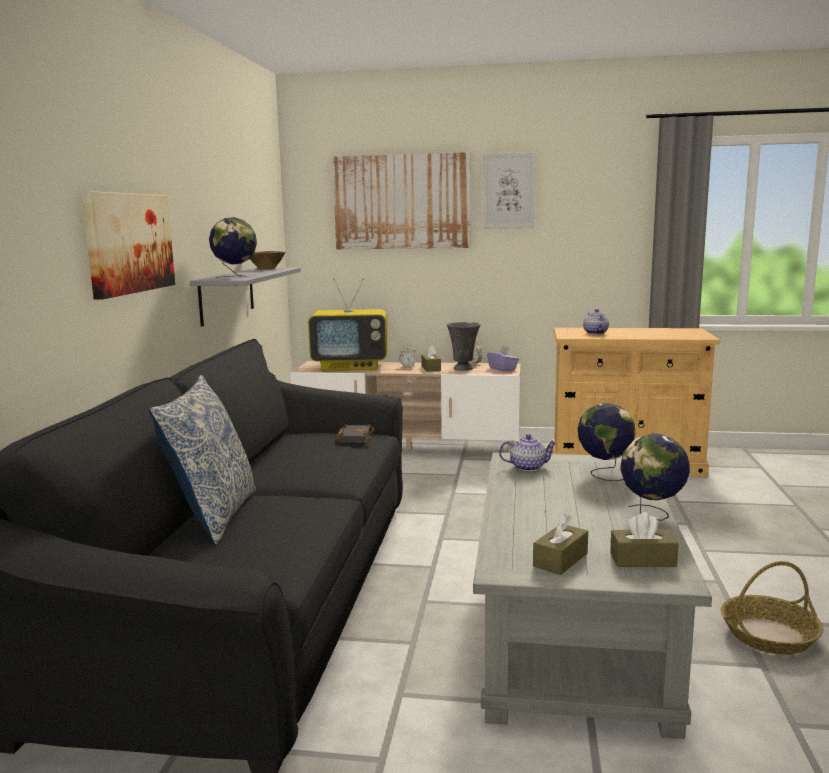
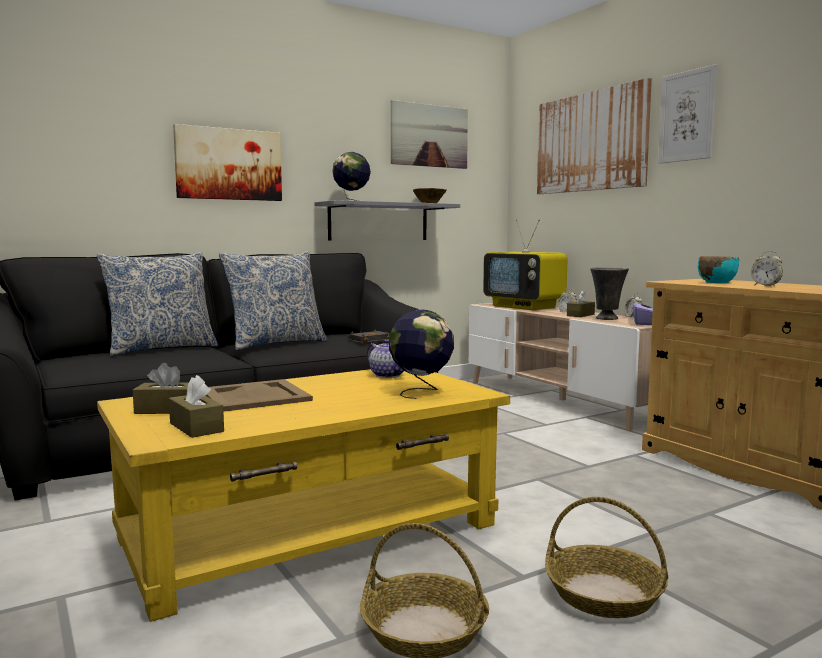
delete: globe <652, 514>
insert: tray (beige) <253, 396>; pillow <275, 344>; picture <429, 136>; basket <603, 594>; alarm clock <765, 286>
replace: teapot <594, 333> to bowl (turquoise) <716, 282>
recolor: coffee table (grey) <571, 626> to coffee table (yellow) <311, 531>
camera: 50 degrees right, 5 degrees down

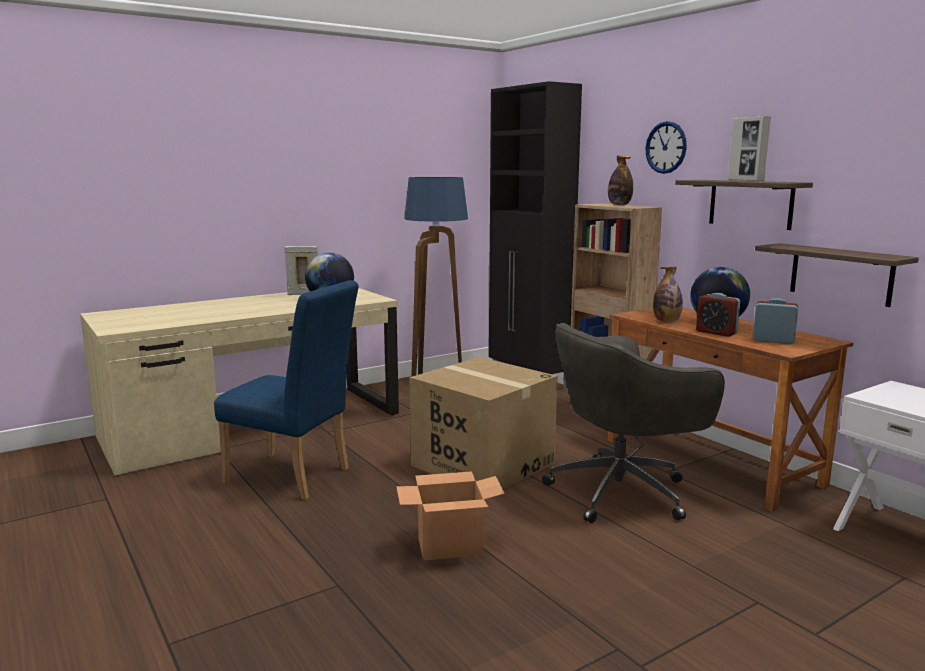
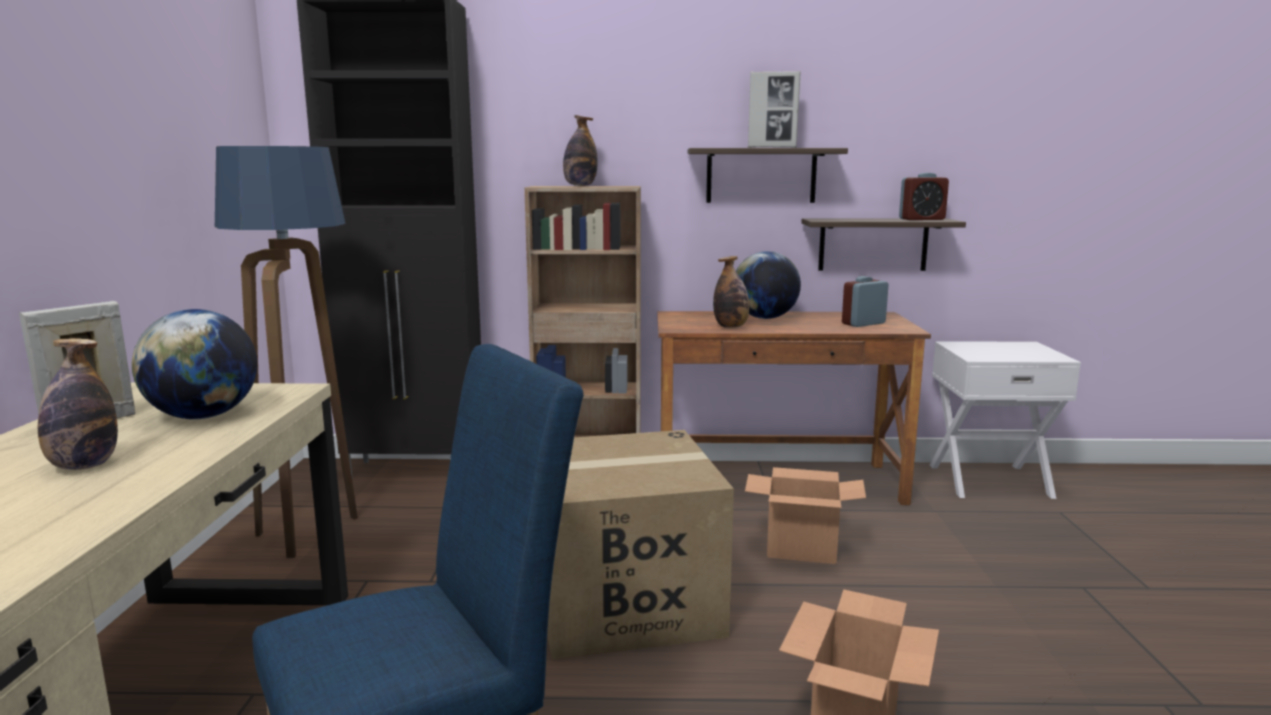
delete: wall clock <666, 147>
insert: bottle <83, 466>
move: alarm clock <716, 332> to <921, 219>
replace: office chair (grey) <622, 491> to cardboard box <800, 549>
camera: 55 degrees left, 0 degrees up

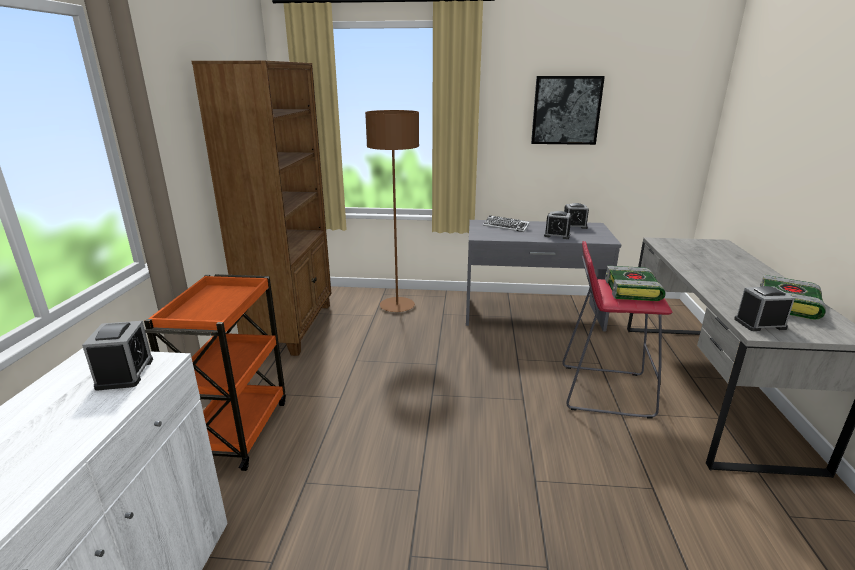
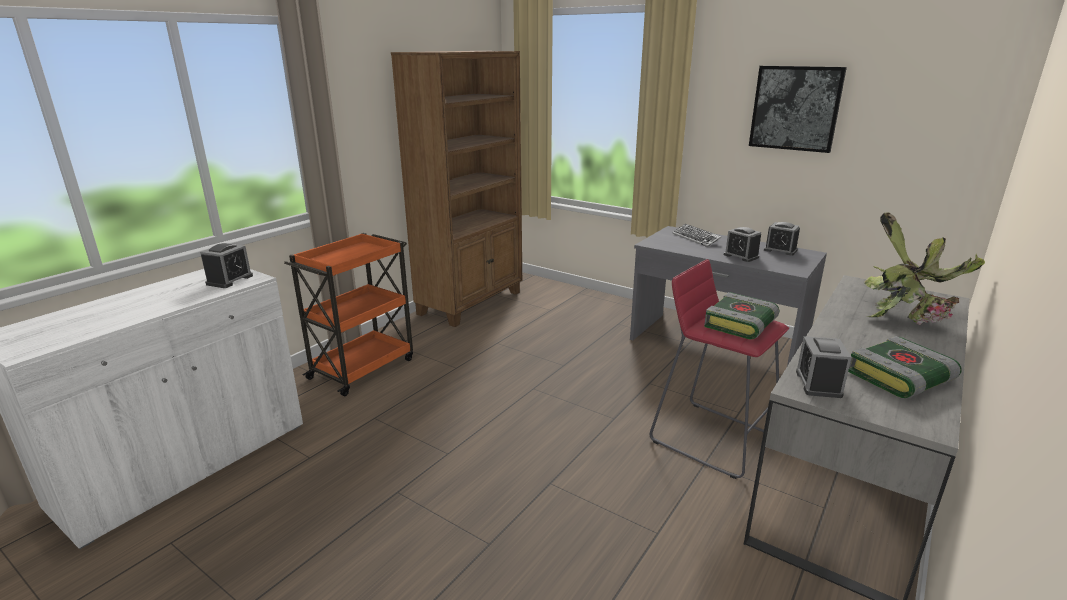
delete: floor lamp (brown) <397, 306>
insert: potted plant <909, 316>
rotate: alarm clock <760, 324> = <818, 384> 105 degrees counterclockwise
camera: 30 degrees right, 0 degrees up

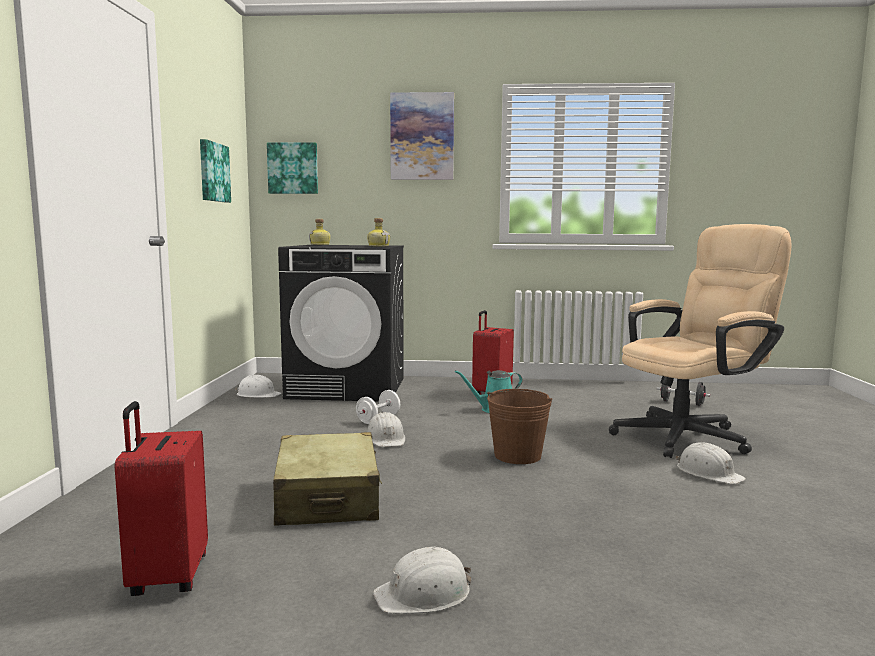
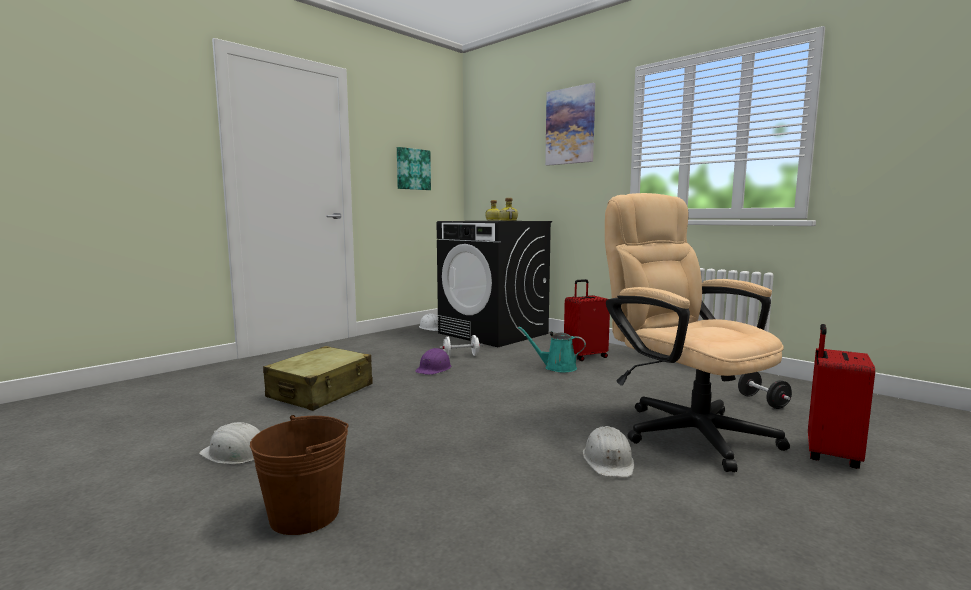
delete: picture <293, 168>
move: bucket (brown) <517, 455> to <305, 515>; suitcase (red) <167, 577> to <830, 454>
recolor: hard hat (white) <386, 438> to hard hat (purple) <434, 369>
rotate: office chair (beige) <690, 435> = <684, 429> 135 degrees counterclockwise
camera: 40 degrees right, 0 degrees up

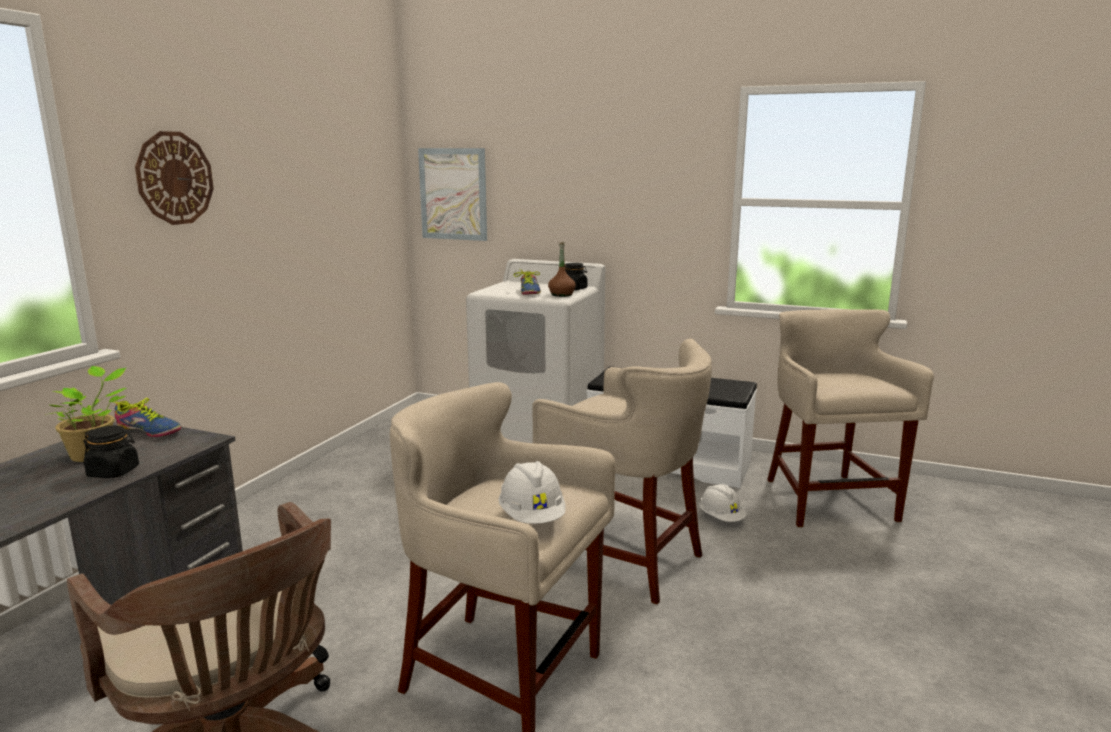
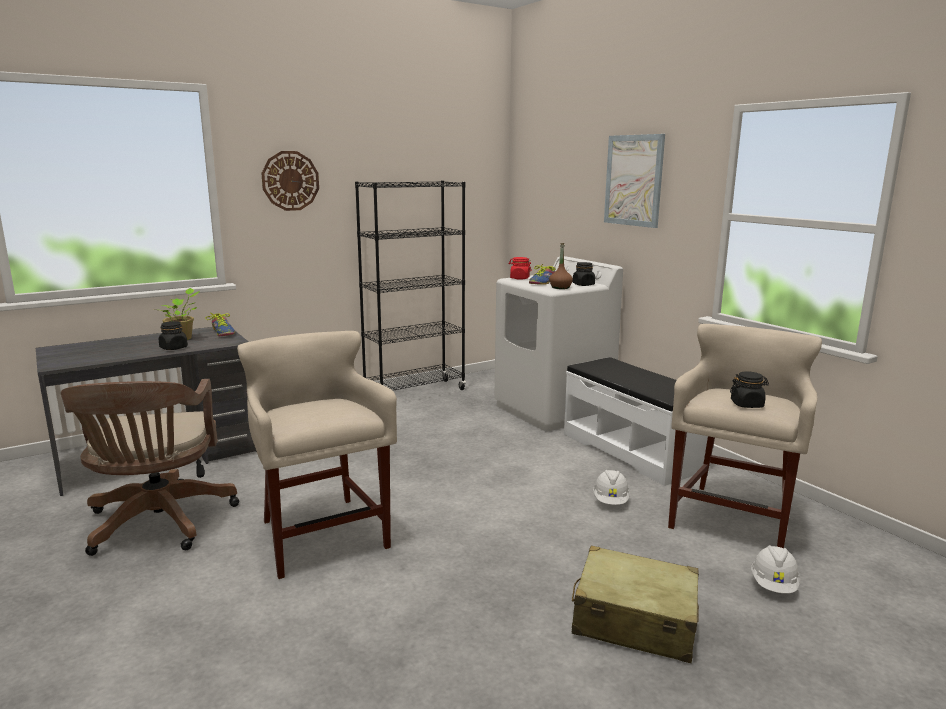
delete: stool (beige) <624, 558>
insert: bookcase (black) <415, 393>; jar (red) <519, 278>; suitcase (beige) <634, 620>; jar (black) <747, 404>
move: picture <453, 194> to <633, 180>; hard hat (white) <532, 517> to <774, 585>
camera: 35 degrees right, 0 degrees up

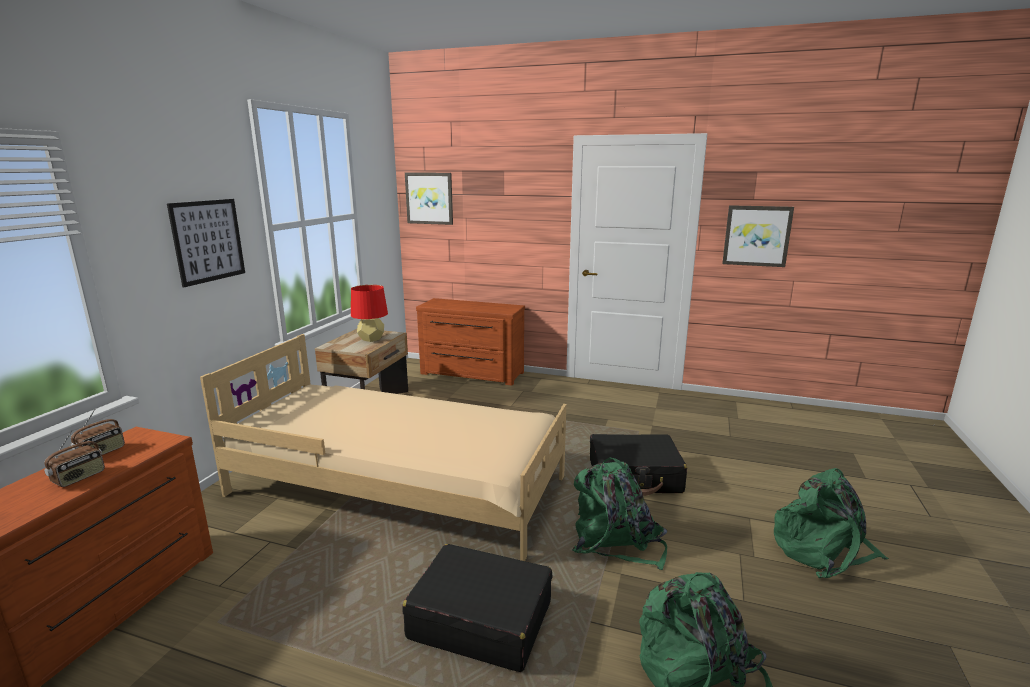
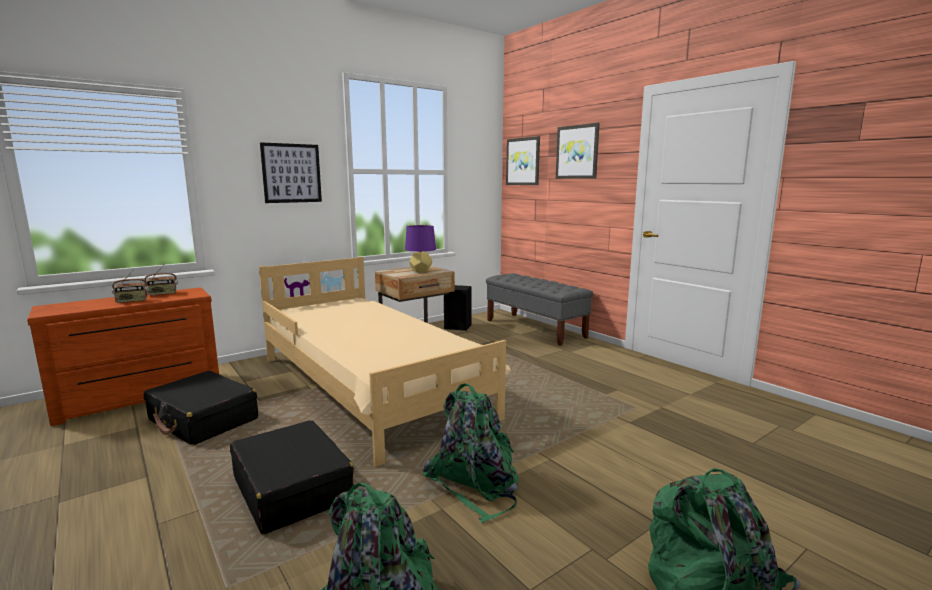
move: suitcase (black) <634, 476> to <203, 420>; picture <756, 236> to <577, 152>
replace: dresser (brown) <471, 374> to bench (grey) <535, 328>
recolor: table lamp (red) <371, 339> to table lamp (purple) <420, 271>
camera: 35 degrees right, 5 degrees down

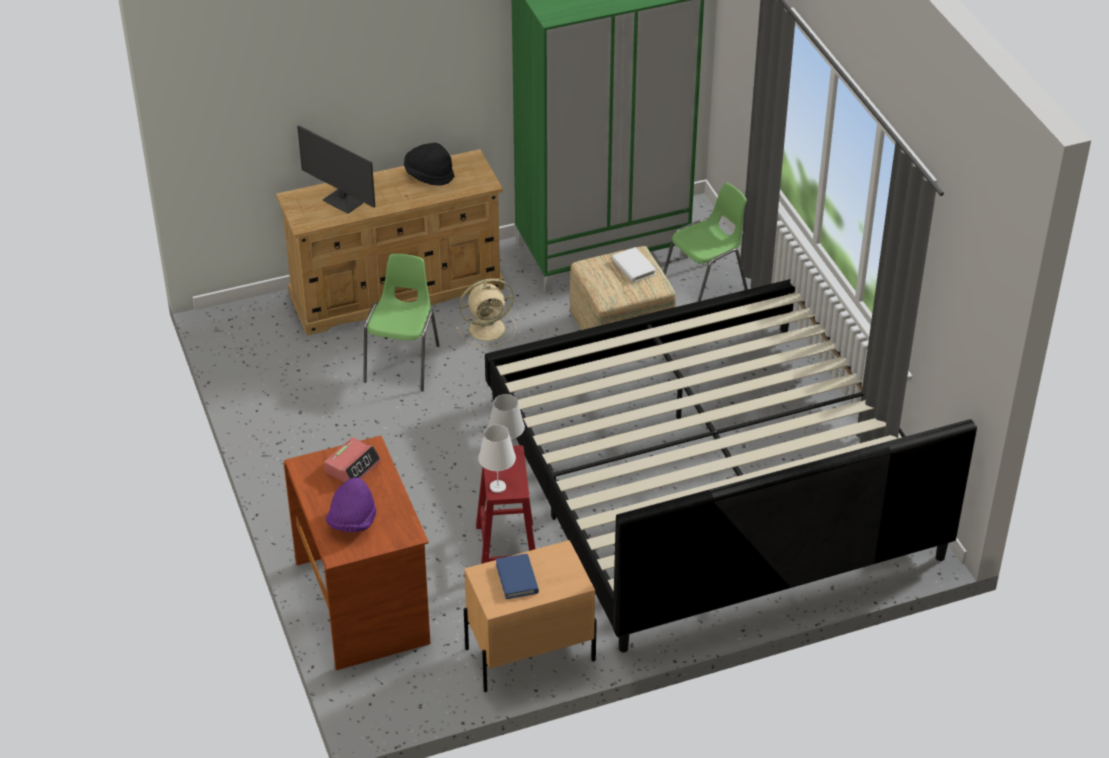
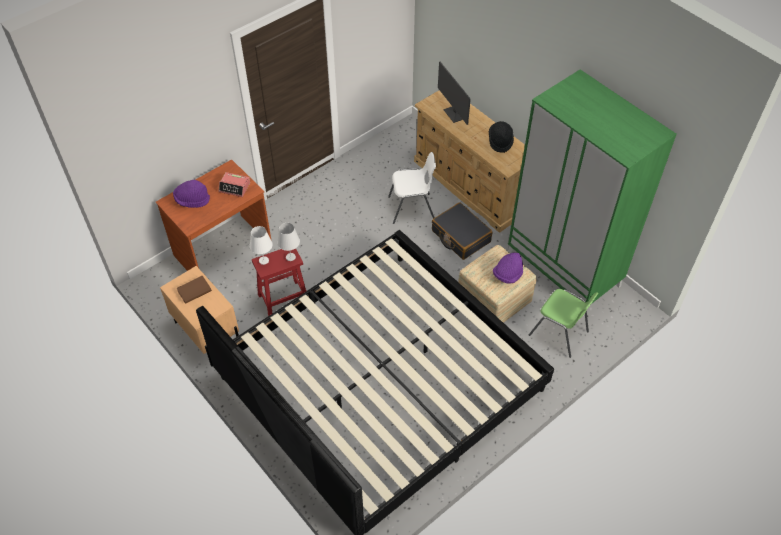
replace: fan (beige) <489, 328> to suitcase (black) <460, 236>; book (white) <633, 267> to hat (purple) <507, 275>
recolor: book (blue) <517, 578> to book (brown) <194, 291>; chair (green) <403, 363> to chair (white) <412, 208>
rotate: monitor <344, 201> = <455, 114> 45 degrees counterclockwise
camera: 70 degrees right, 10 degrees up

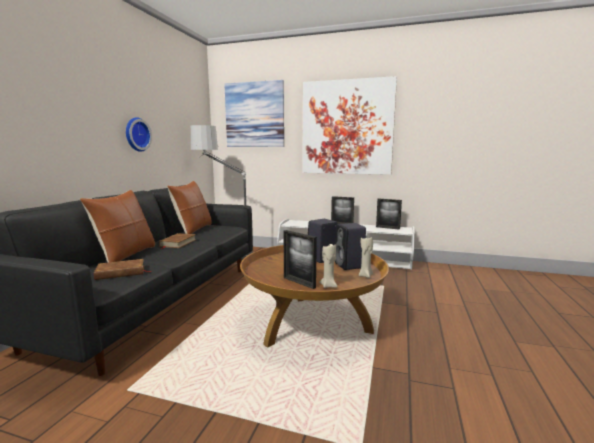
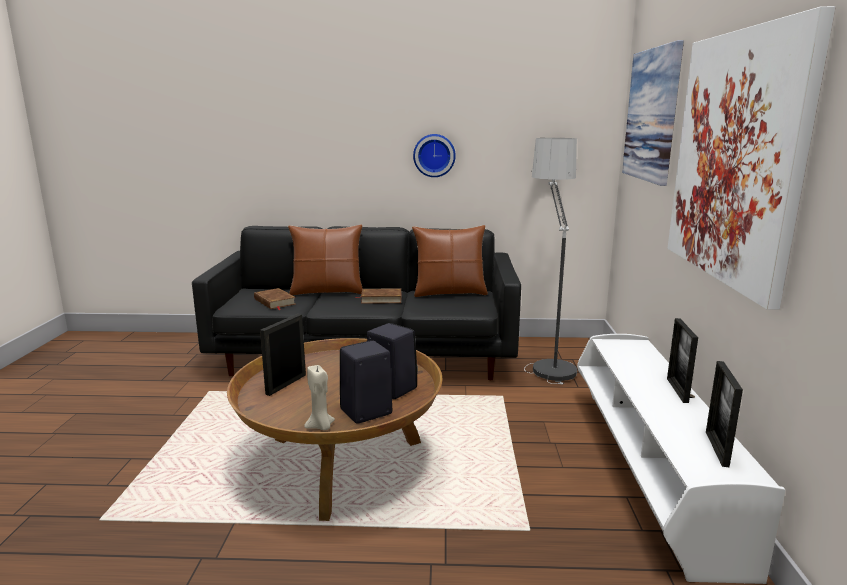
delete: candle (beige) <328, 286>
camera: 75 degrees right, 5 degrees up

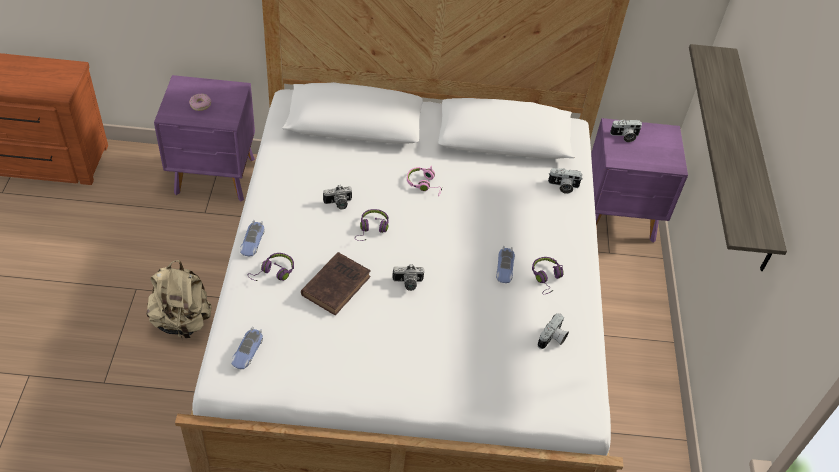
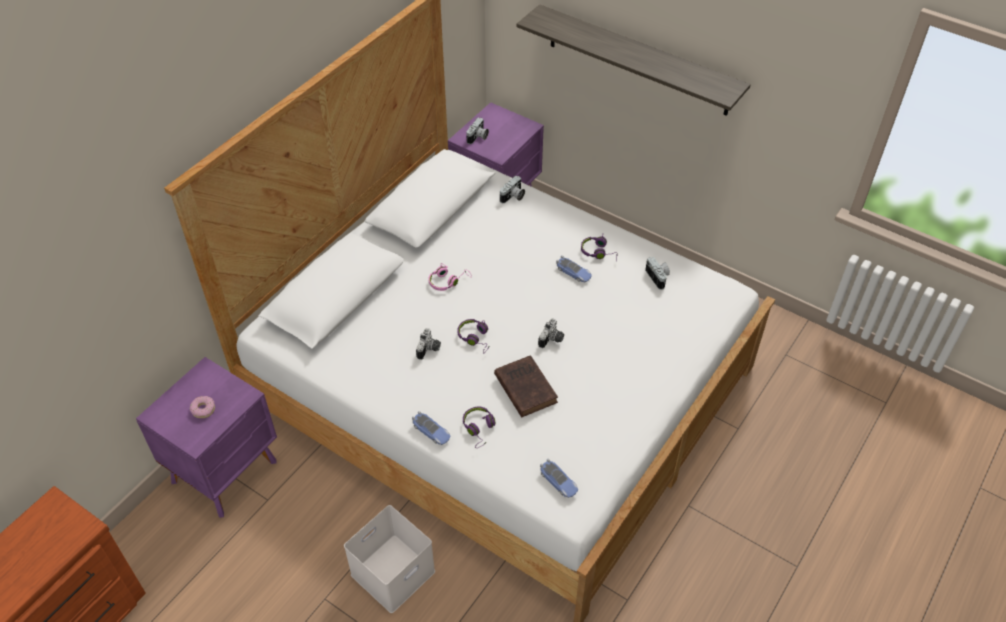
replace: backpack (beige) <182, 321> to storage box (white) <393, 571>
camera: 55 degrees left, 0 degrees up

